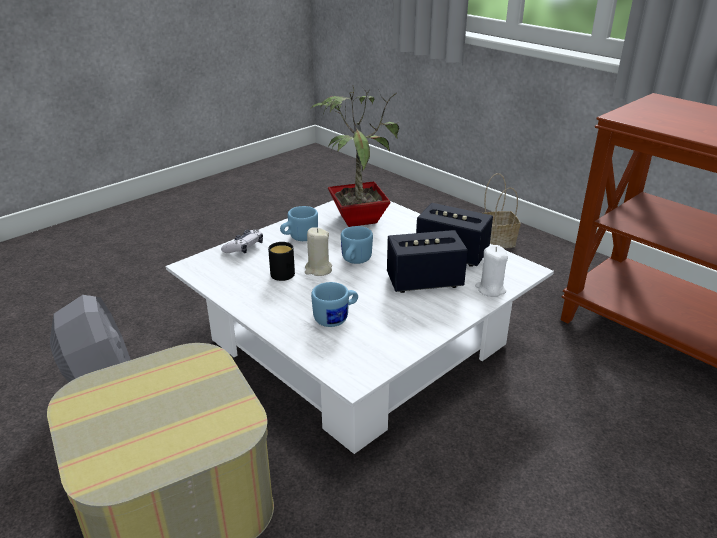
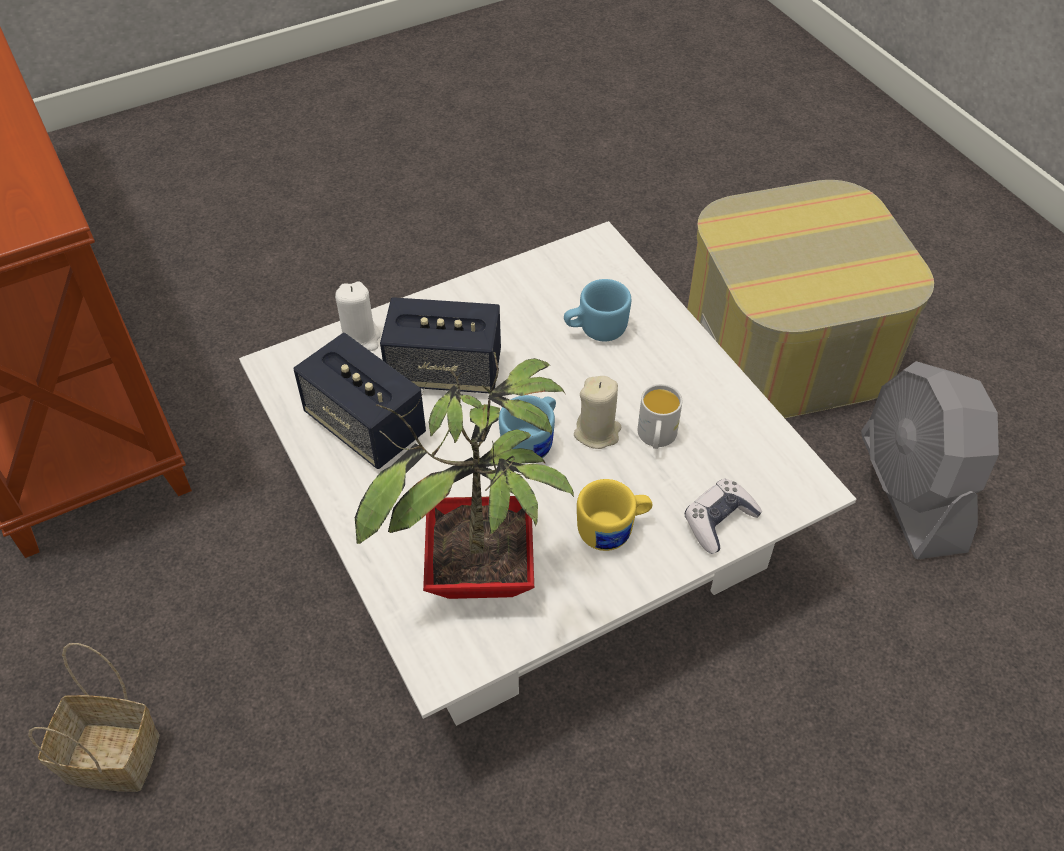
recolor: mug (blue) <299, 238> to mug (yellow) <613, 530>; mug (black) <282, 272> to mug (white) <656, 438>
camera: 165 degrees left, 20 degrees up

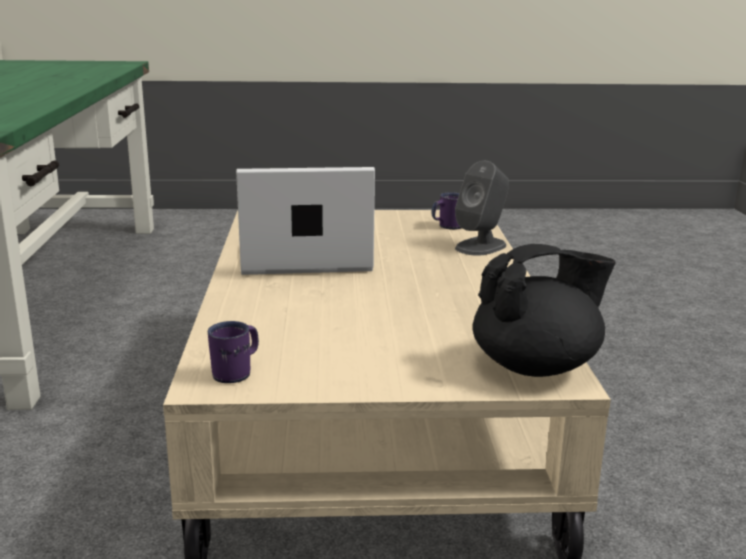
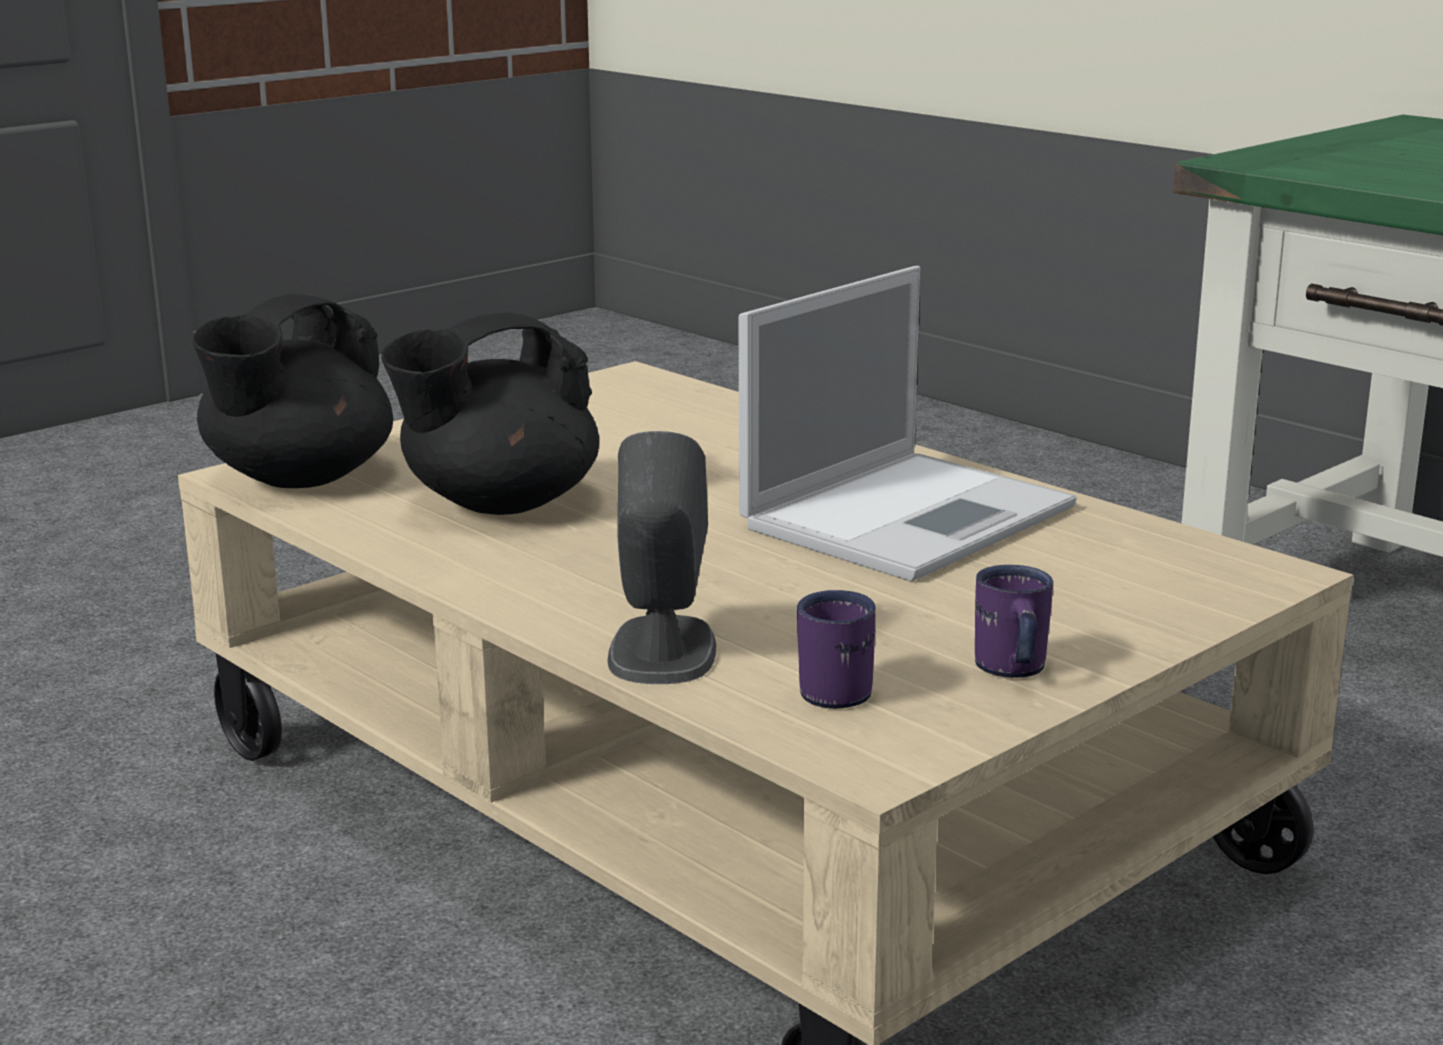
insert: teapot (black) <498, 503>
move: mug (purple) <237, 372> to <1011, 671>
camera: 140 degrees right, 0 degrees up

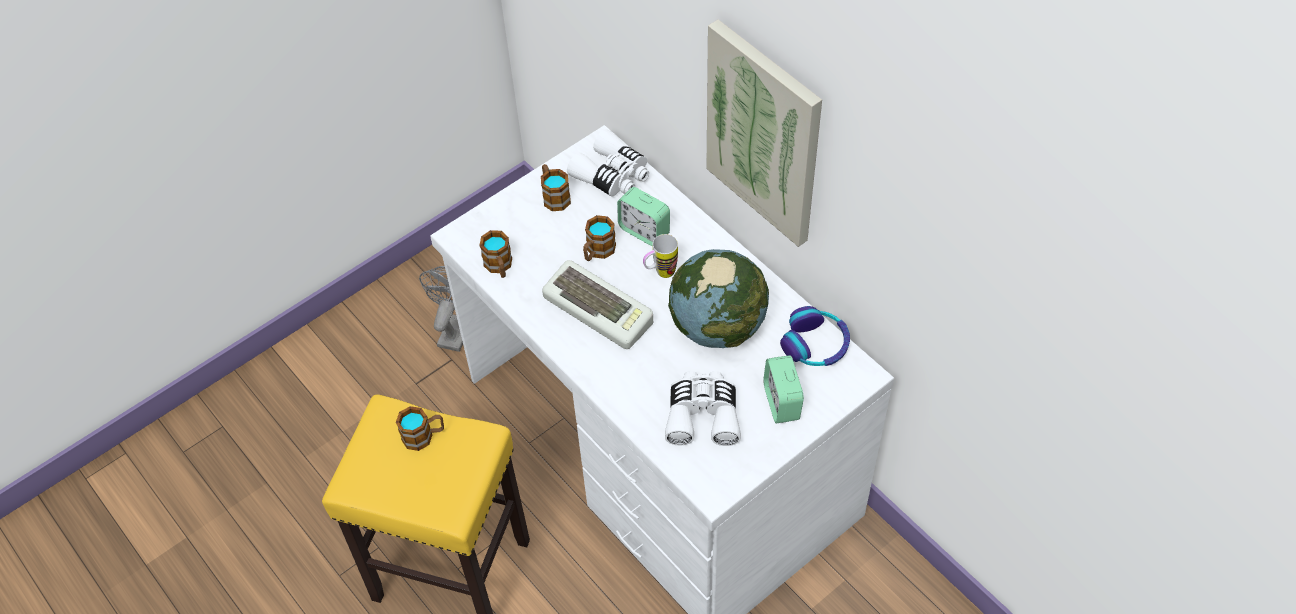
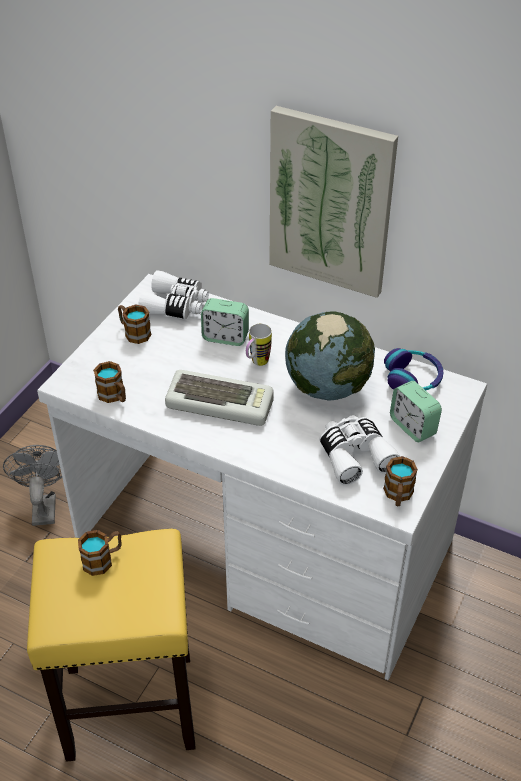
move: mug <598, 251> to <398, 495>
camera: 25 degrees left, 10 degrees down

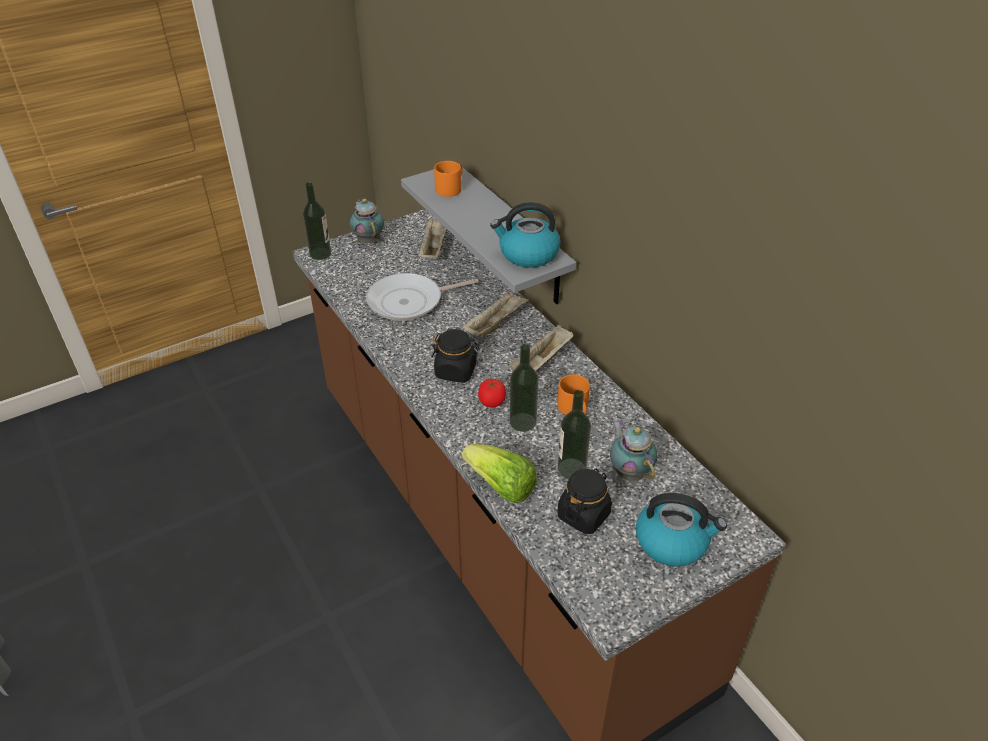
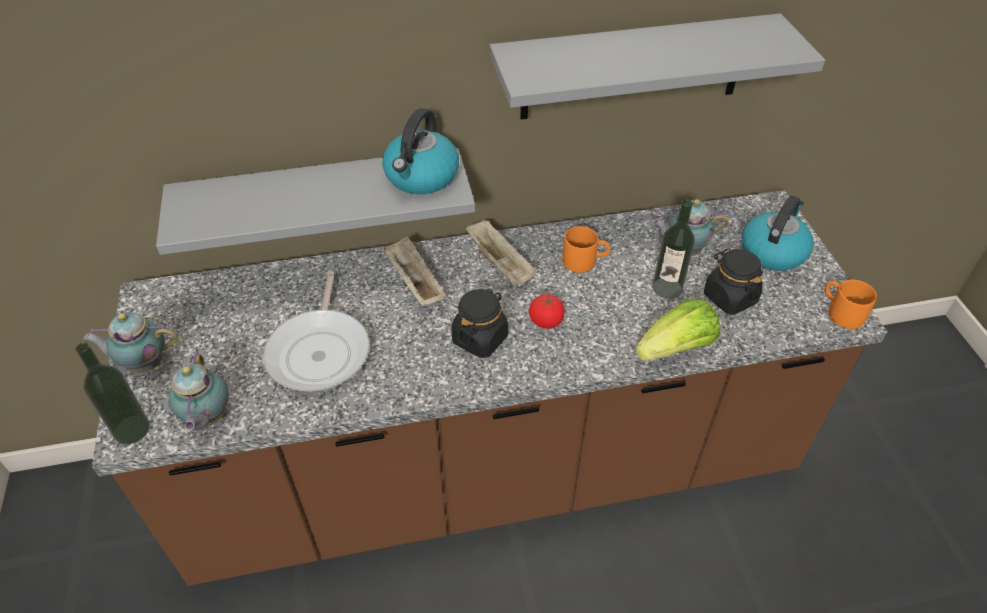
delete: tray (beige) <433, 248>; bottle <522, 422>
insert: teapot <207, 419>; shelf (grey) <633, 68>
move: mug (orange) <450, 188> to <840, 312>
camera: 70 degrees left, 5 degrees up

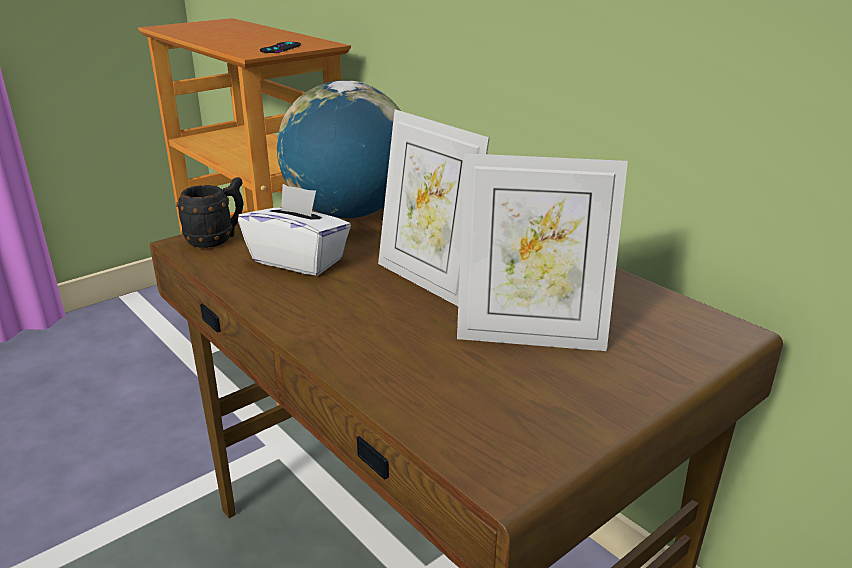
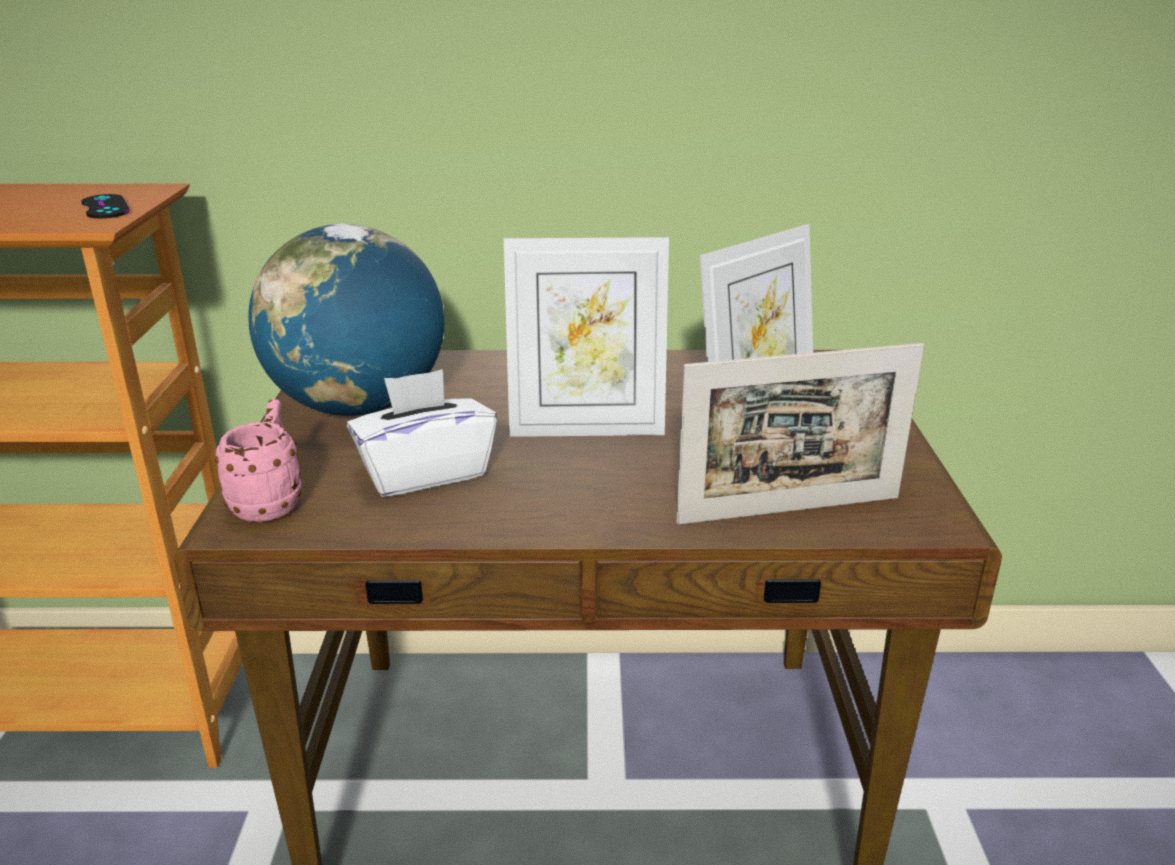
insert: picture frame <789, 510>
recolor: mug (black) <217, 239> to mug (pink) <271, 501>
camera: 50 degrees left, 0 degrees up

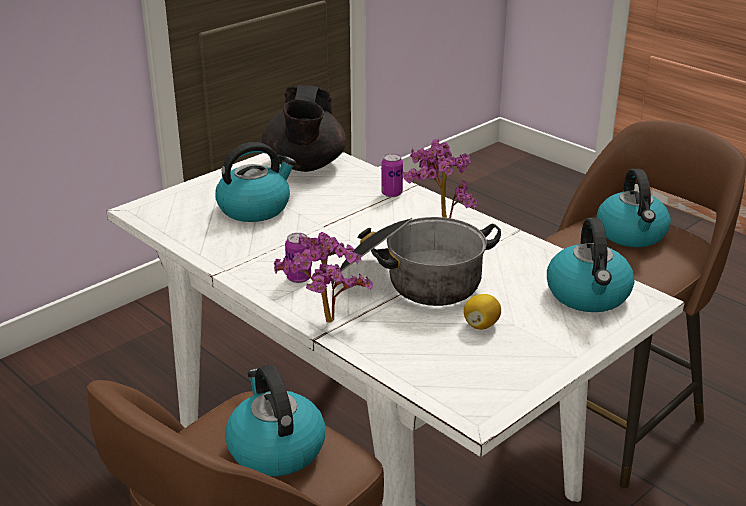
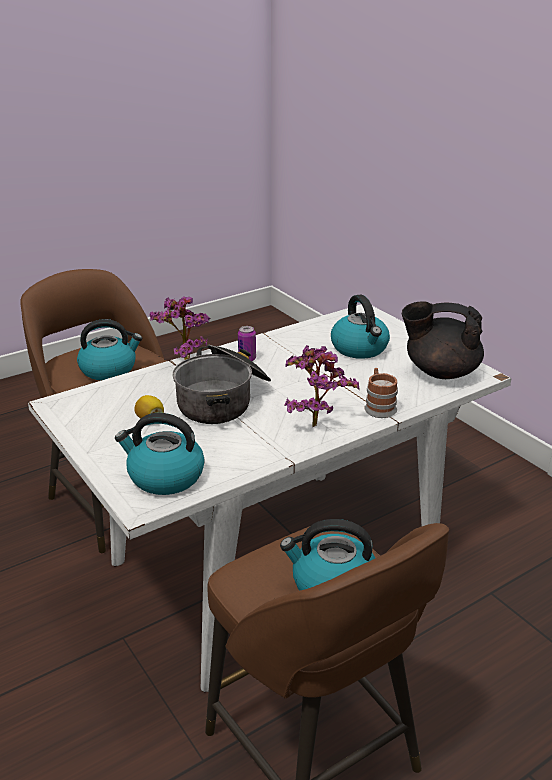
replace: can <392, 193> to mug <379, 406>
camera: 100 degrees right, 0 degrees up

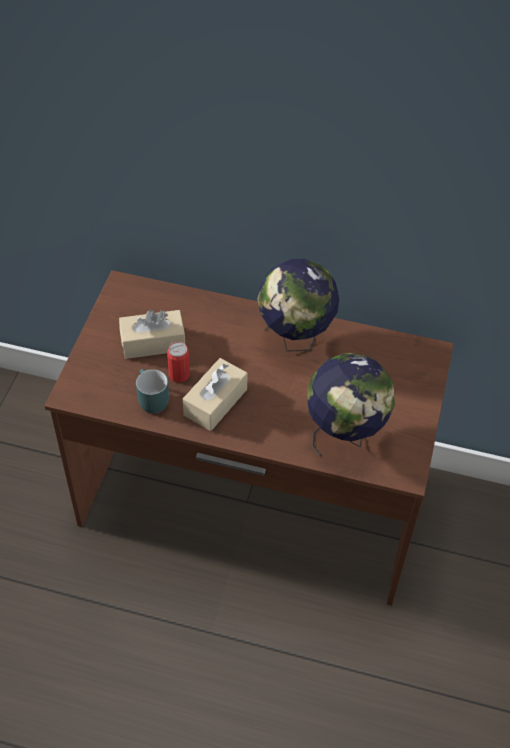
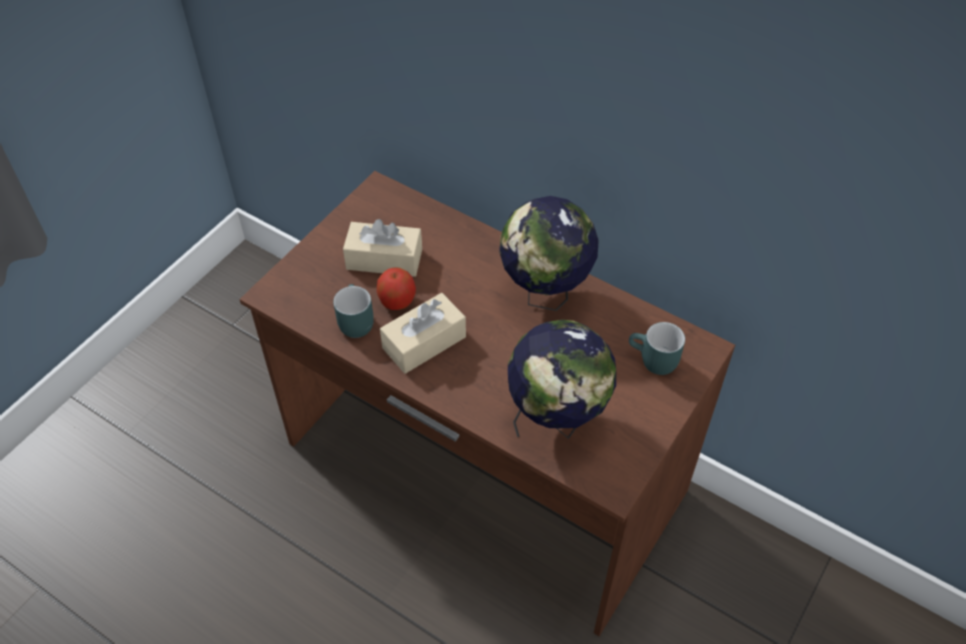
insert: mug (turquoise) <652, 362>
replace: can <179, 374> to apple <397, 301>
camera: 20 degrees right, 0 degrees up

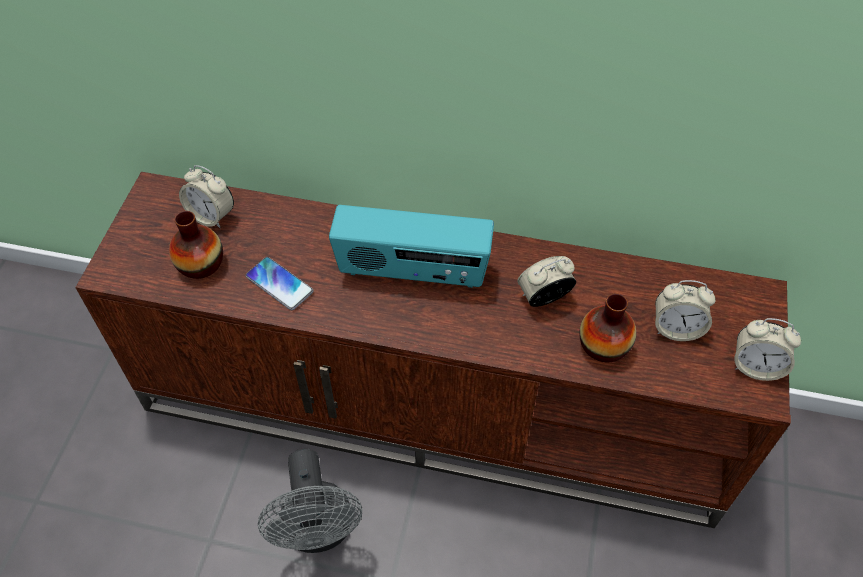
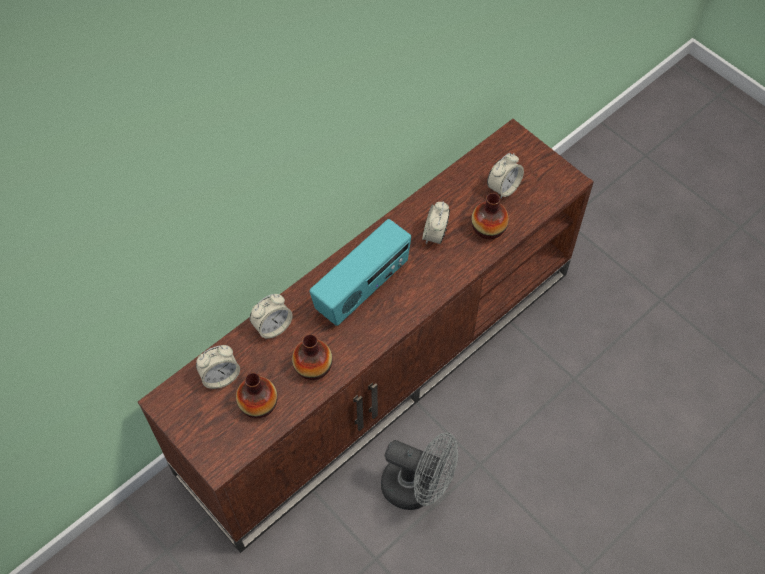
move: alarm clock <755, 366> to <272, 327>
replace: phone <279, 284> to vase <313, 366>
camera: 55 degrees left, 5 degrees up

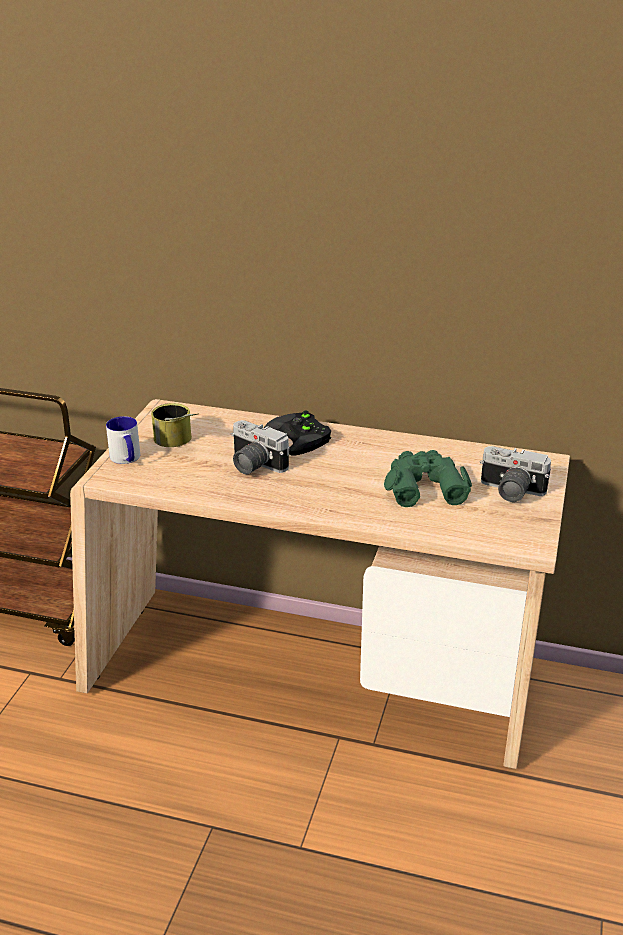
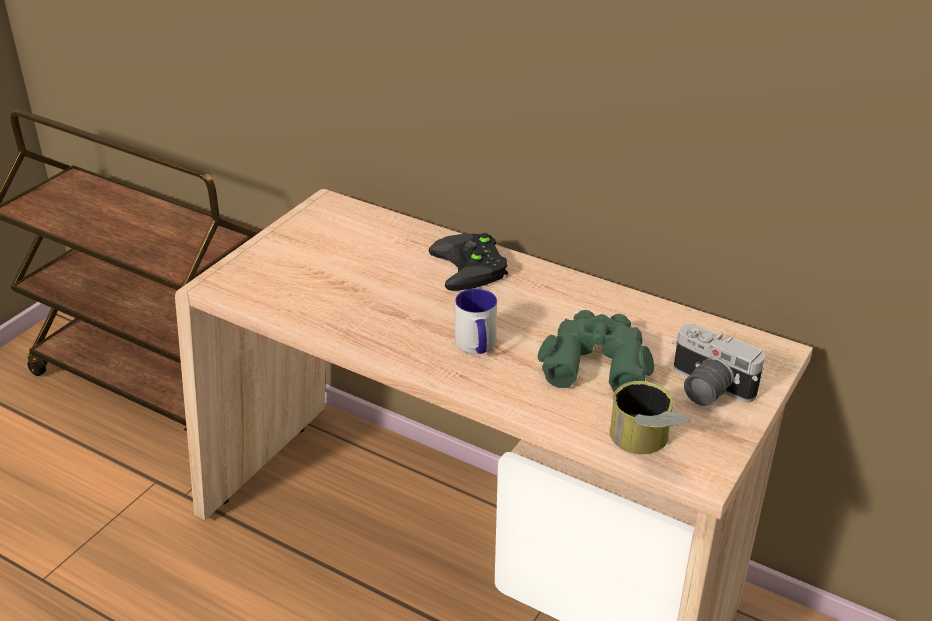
delete: photo camera <253, 466>
move: mug <126, 459> to <477, 346>; can <177, 443> to <645, 446>
camera: 15 degrees right, 5 degrees up

